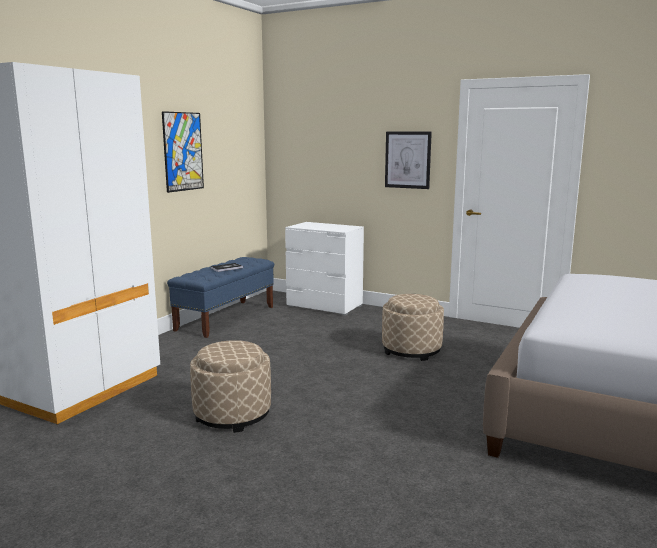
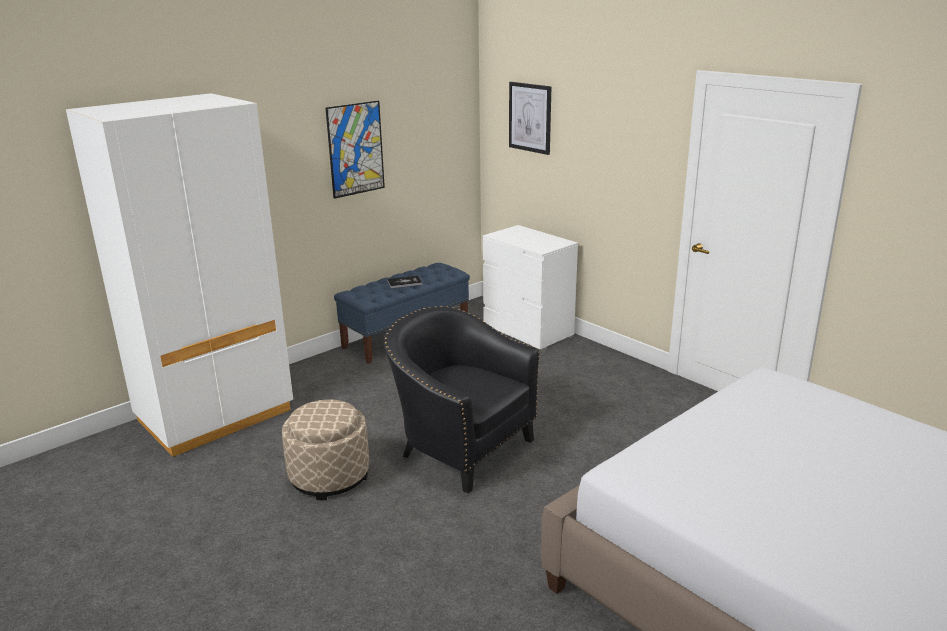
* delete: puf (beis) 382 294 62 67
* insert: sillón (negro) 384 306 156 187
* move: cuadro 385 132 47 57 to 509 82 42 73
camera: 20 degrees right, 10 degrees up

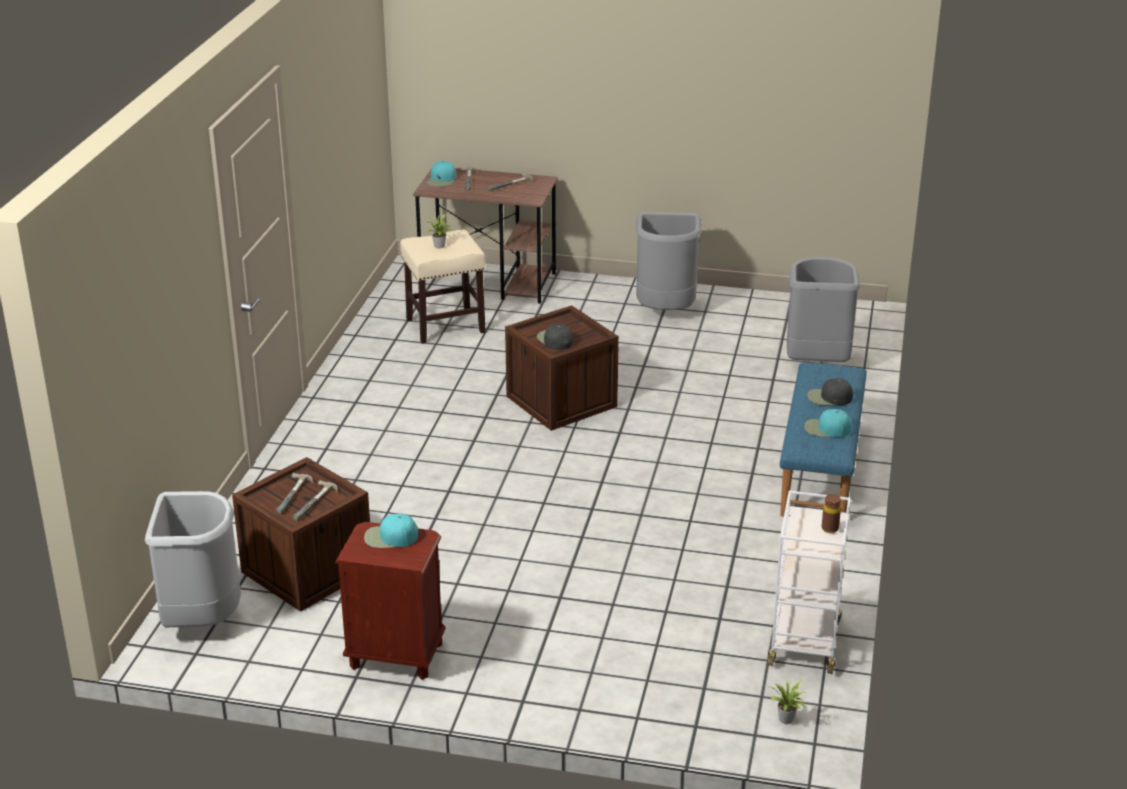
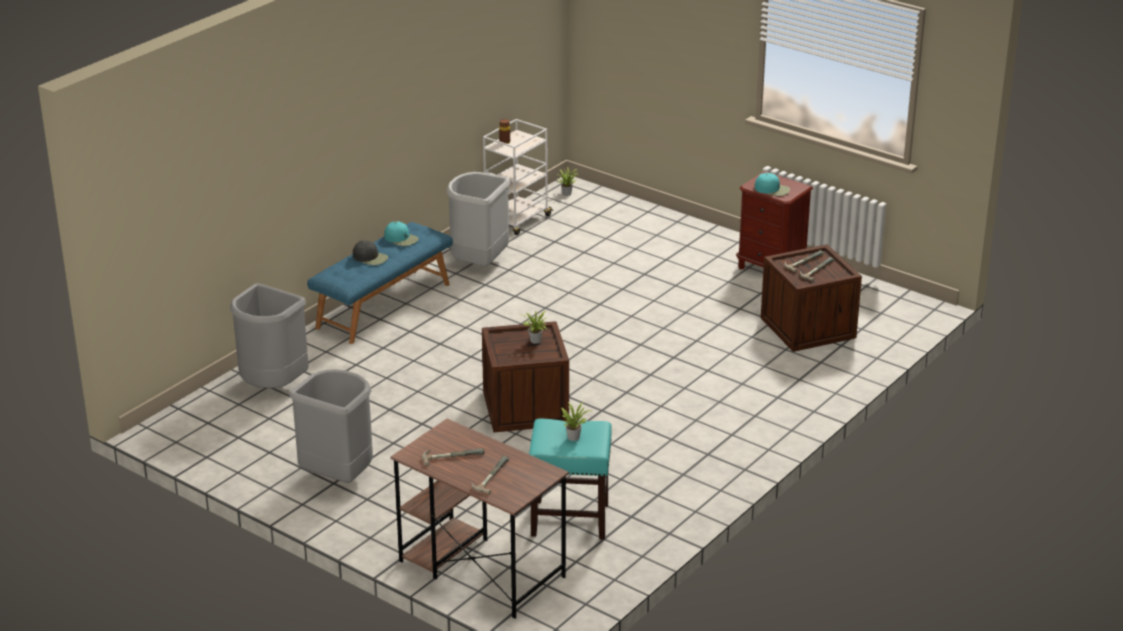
* delete: gorra (turquesa) 426 161 30 25
* move: papelera (gris) 145 491 96 136 to 447 172 63 94
* replace: gorra (negro) 537 323 36 27 to planta en maceta 523 311 24 33
* recolor: taburete (beis) 400 229 86 115 to taburete (turquesa) 529 419 83 121
camera: 155 degrees left, 0 degrees up

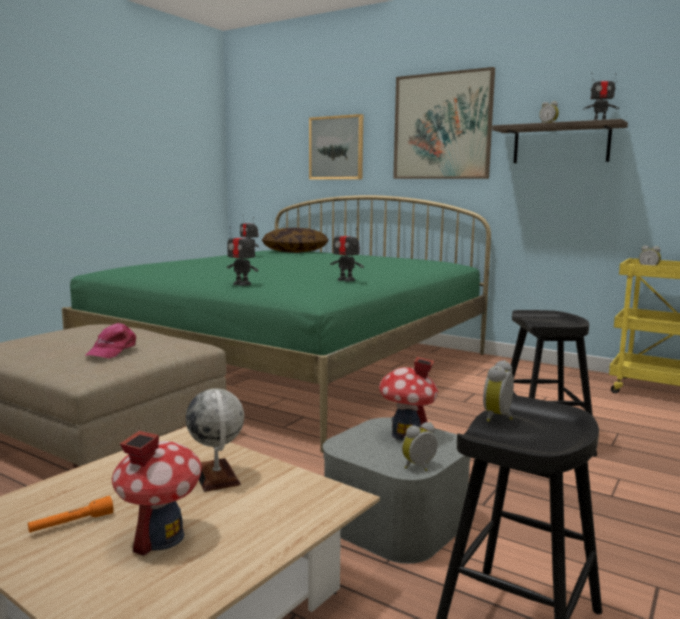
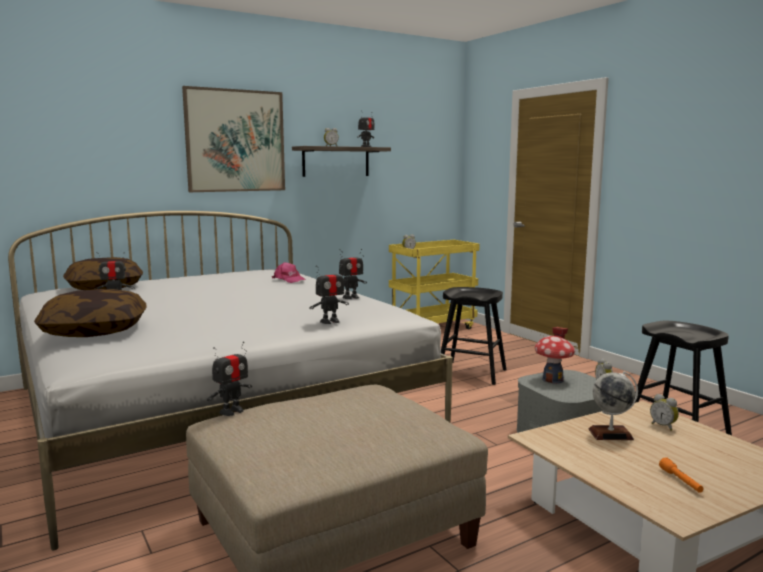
* delete: casita 112 431 90 125
* delete: cuadro 309 114 54 66
* insert: cojín 34 289 113 48
* insert: robot de juguete 207 342 45 74
* move: gorra (rosa) 85 323 51 35 to 272 262 35 21
* move: despertador 483 360 31 62 to 650 394 29 37
* recolor: cama (verde) 62 195 429 258 to cama (blanco) 8 211 445 339
camera: 65 degrees left, 0 degrees up

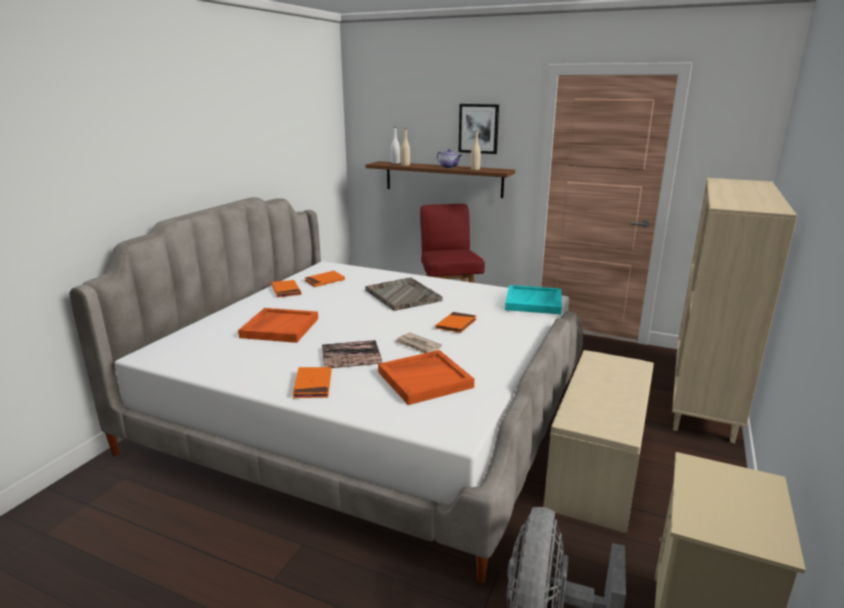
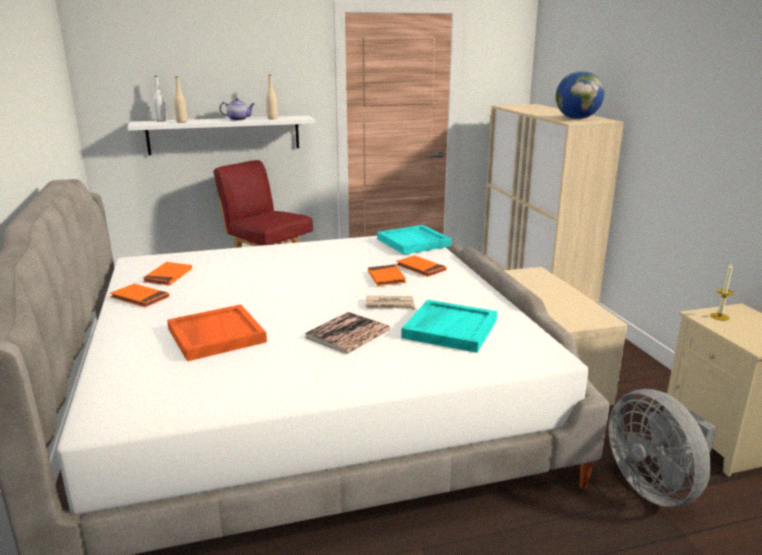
* delete: bandeja (gris) 365 277 78 34
* delete: cuadro 458 104 41 50
* insert: globo terráqueo 556 71 48 48
* insert: vela 710 264 24 57
* move: libro (naranja) 293 367 39 31 to 396 256 51 21
* recolor: estante (marrón) 366 161 149 37 to estante (blanco) 127 115 188 40
* recolor: bandeja (naranja) 378 350 96 55 to bandeja (turquesa) 401 300 96 53
camera: 40 degrees left, 0 degrees up

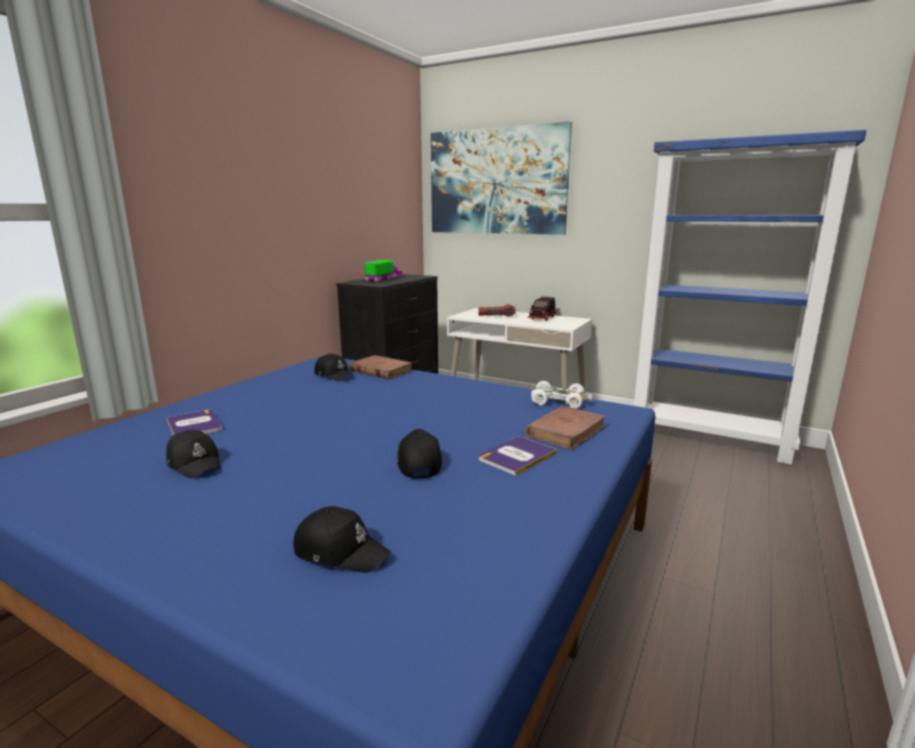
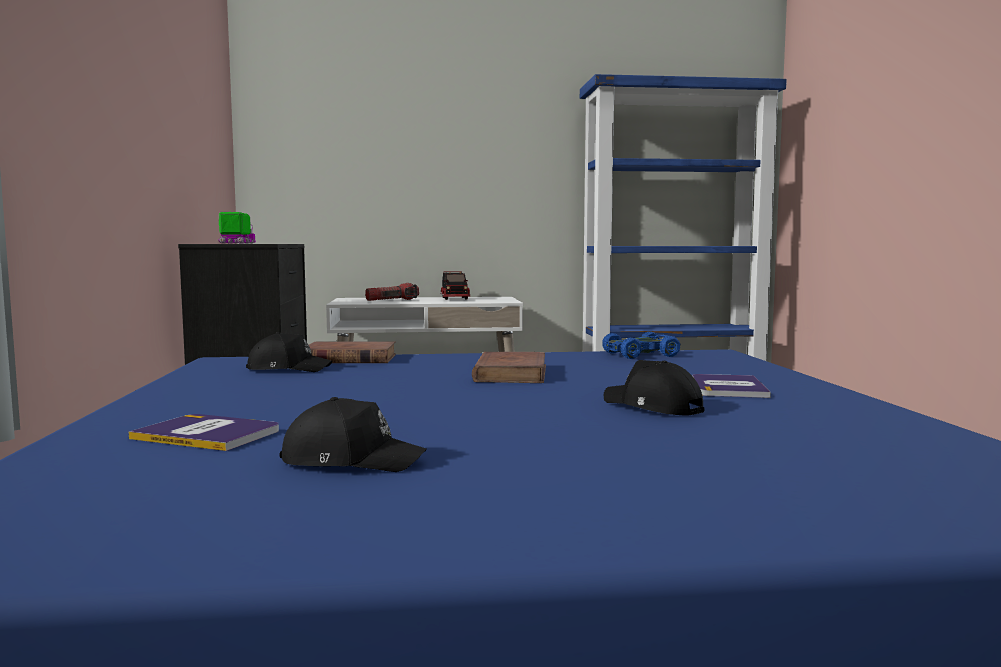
* delete: gorra (negro) 293 506 98 67
* delete: cuadro 431 121 141 114
* move: libro (marrón) 525 406 81 44 to 472 352 74 31
* recolor: coche de juguete (blanco) 531 381 61 28 to coche de juguete (azul) 602 331 78 28
camera: 35 degrees left, 10 degrees down

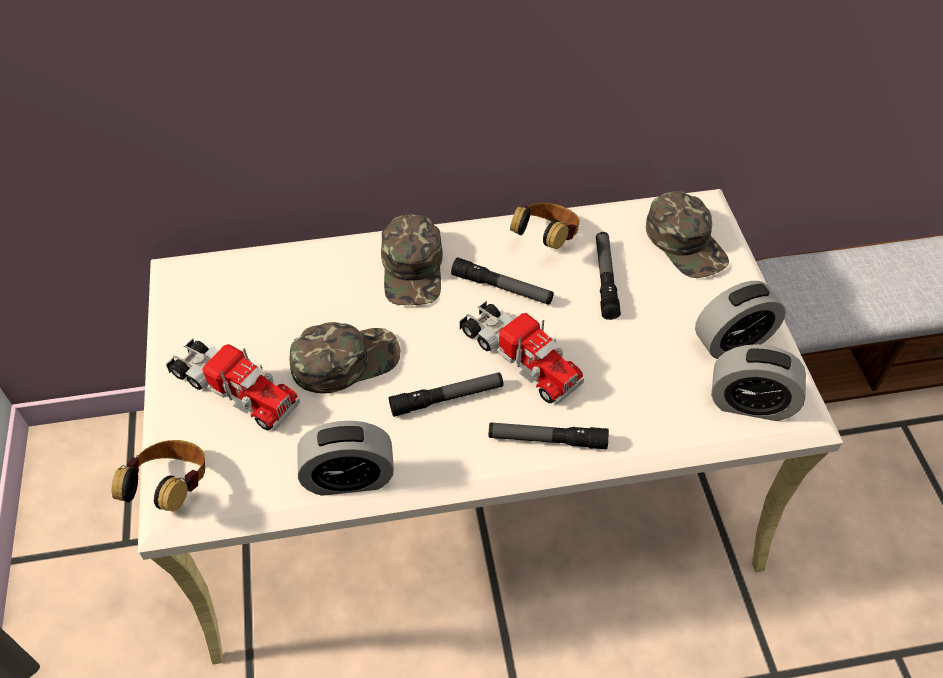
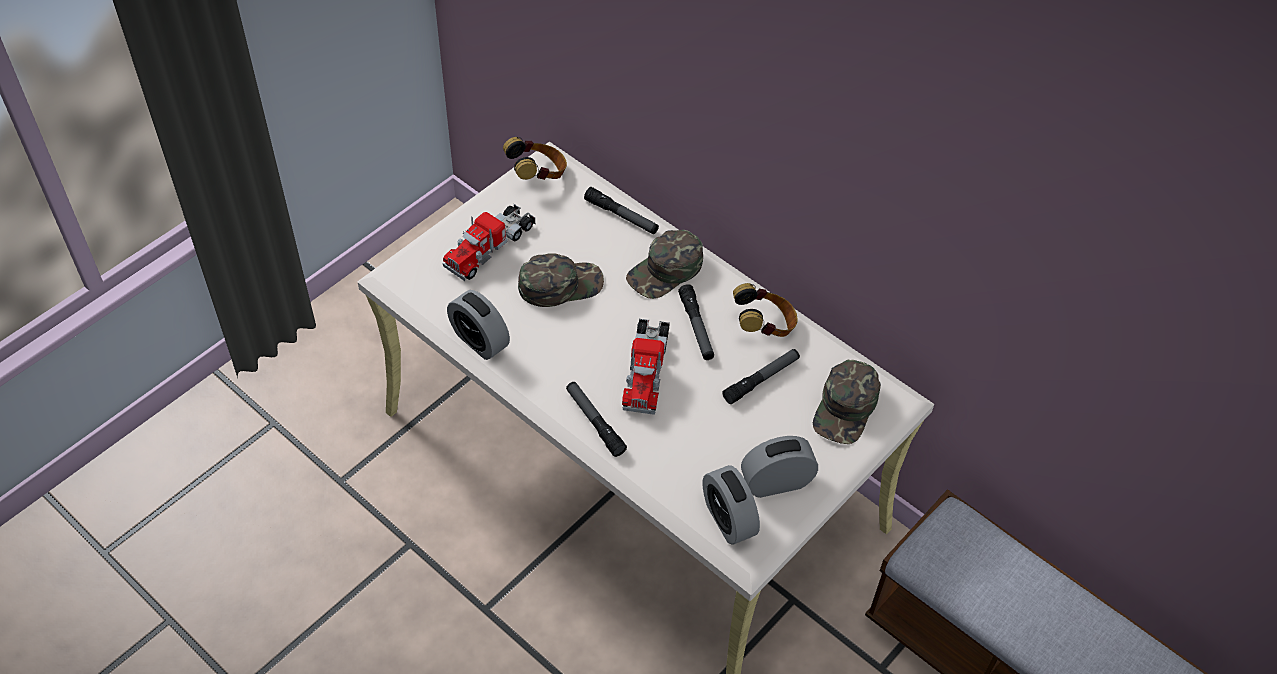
* move: auriculares 112 440 93 72 to 503 137 64 43
* move: linterna 389 372 114 45 to 584 187 75 47
* rotate: camión de juguete 165 338 135 93 = 442 204 93 77 45 degrees clockwise
* rotate: gorra (verde) 289 322 111 71 = 518 253 86 54 45 degrees counterclockwise
* rotate: despertador 695 281 91 78 = 741 436 77 62 135 degrees clockwise
camera: 50 degrees right, 0 degrees up

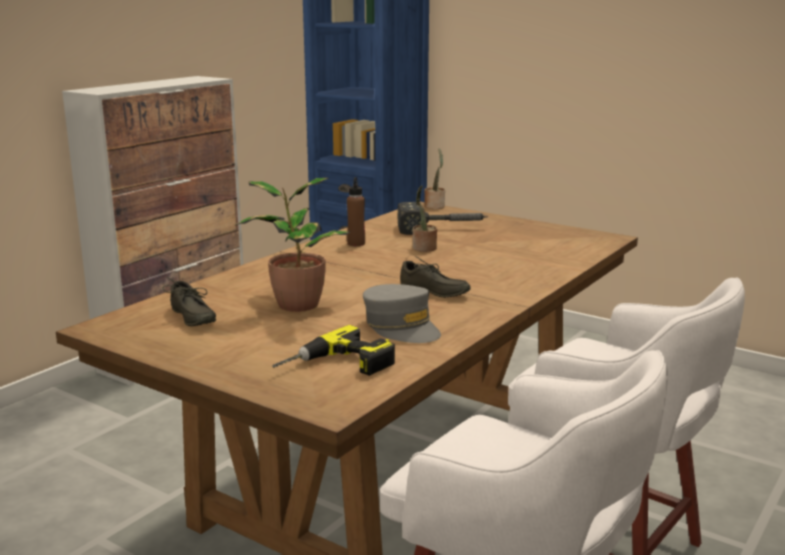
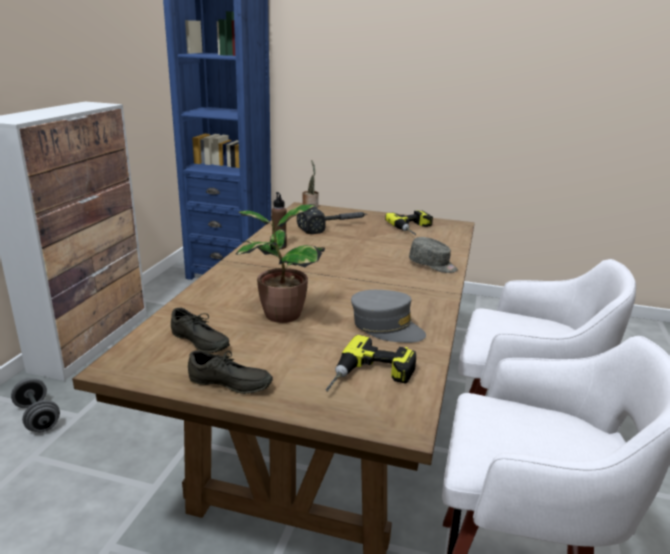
* delete: planta en maceta 413 185 24 67
* insert: mancuerna (gris) 11 378 49 54
* insert: taladro 385 210 48 25
* insert: gorra (gris) 409 237 49 36
* move: zapato (gris) 400 256 71 42 to 188 350 85 44
camera: 20 degrees left, 5 degrees up

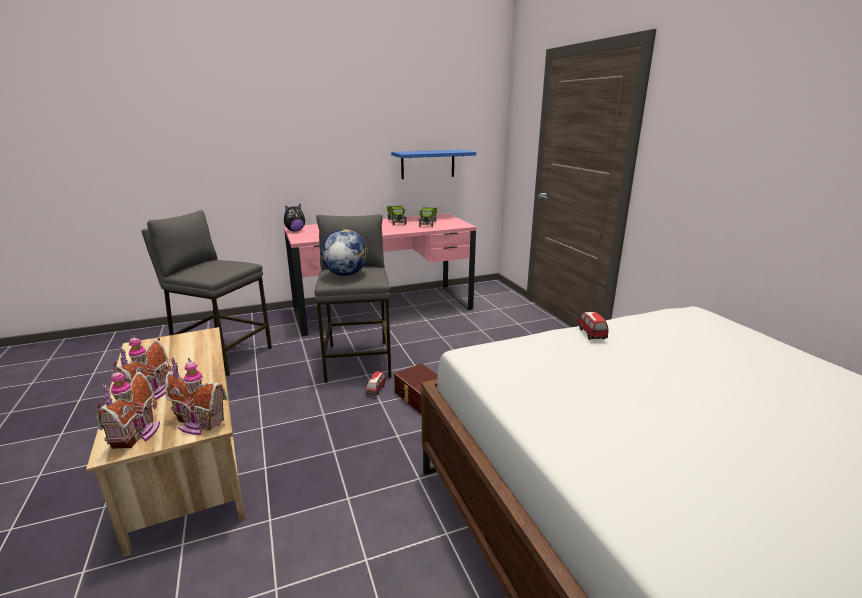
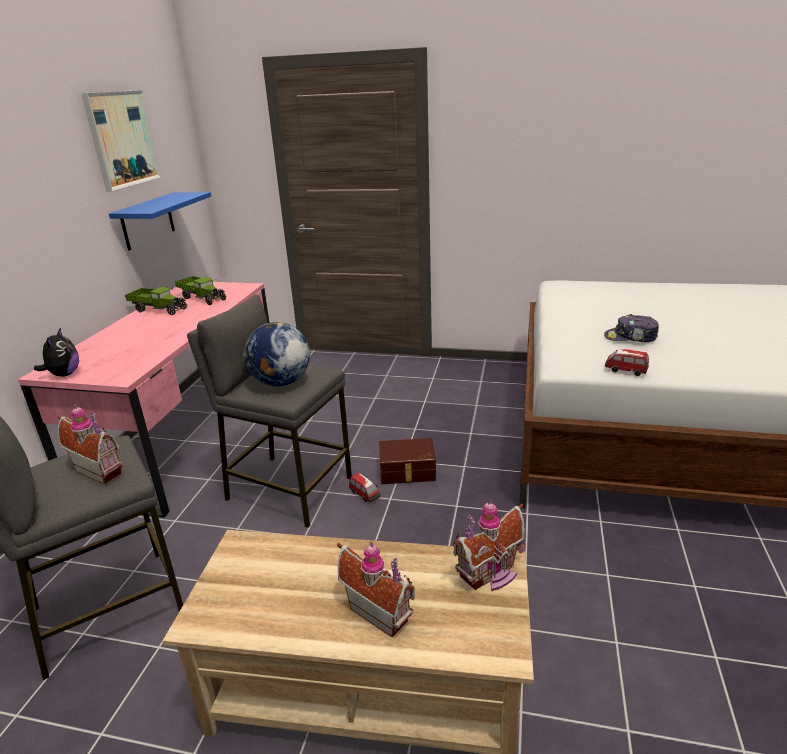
* insert: cuadro 81 90 80 101
* insert: gorra 604 314 55 28
* move: casita 96 368 64 81 to 58 403 65 82
* move: coche de juguete 577 312 32 28 to 605 349 44 27
camera: 55 degrees left, 5 degrees up

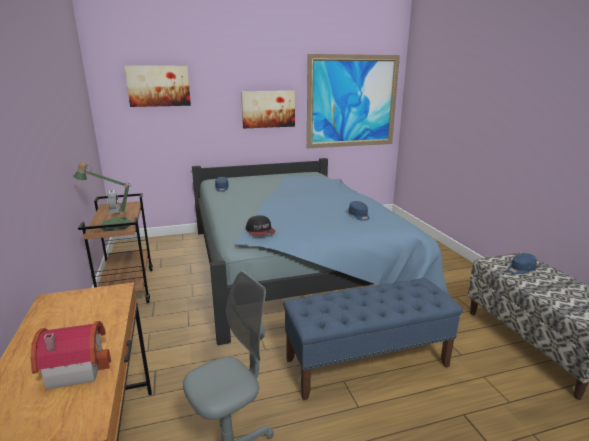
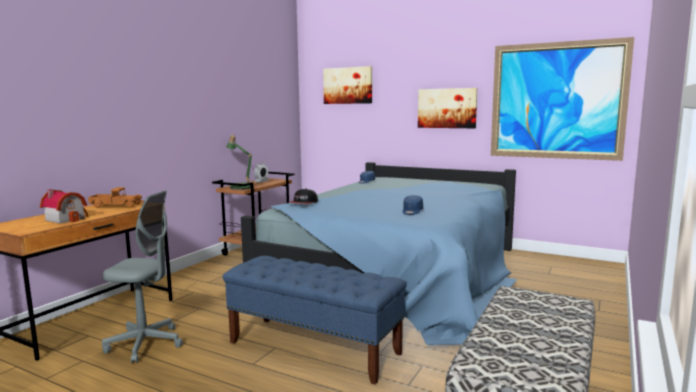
* delete: gorra (azul) 507 253 30 21
* insert: camión de juguete 88 187 55 21
camera: 45 degrees right, 10 degrees down

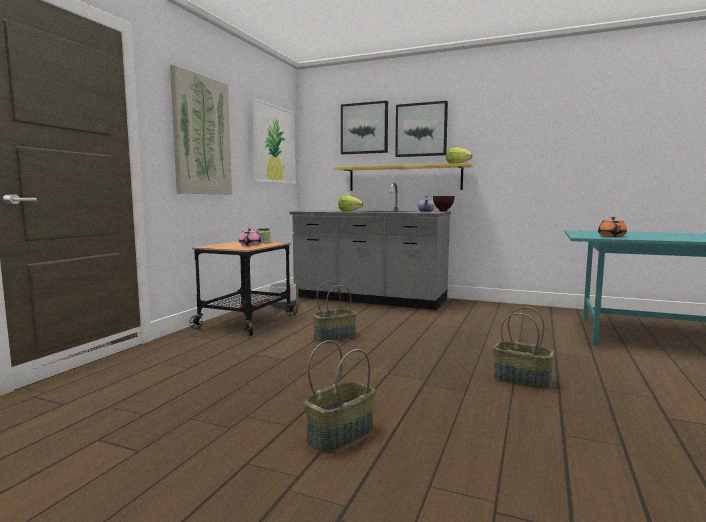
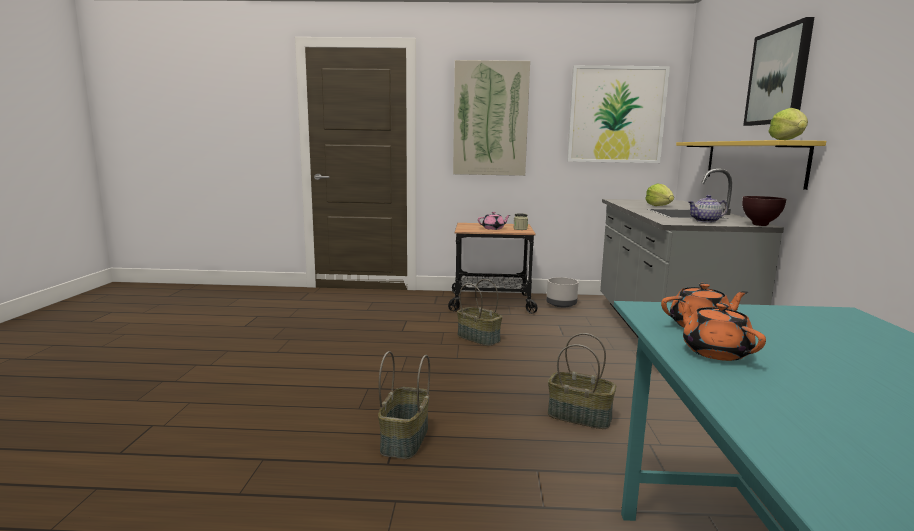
* delete: cuadro 341 101 47 53
* insert: tetera (naranja) 678 299 88 62
* move: cesta 304 340 71 113 to 548 333 69 96
camera: 70 degrees right, 5 degrees up

